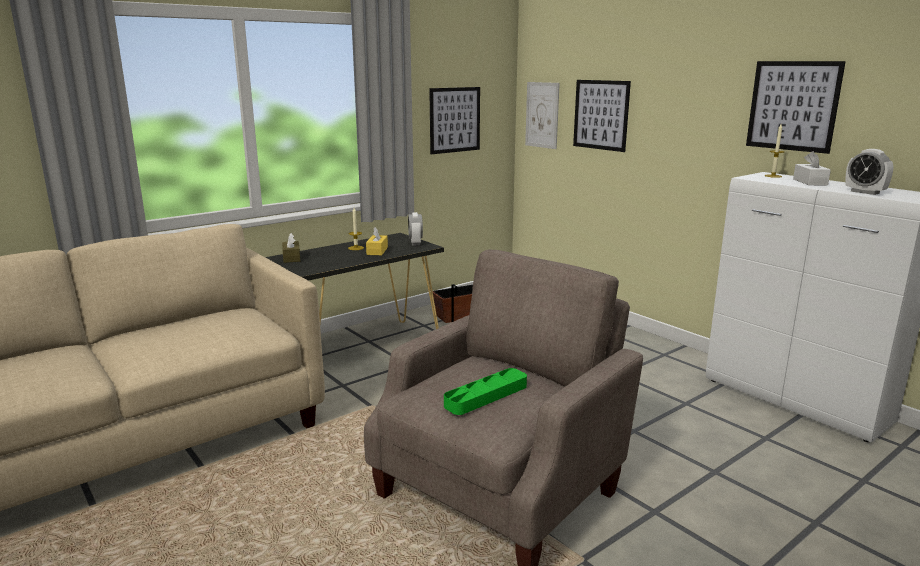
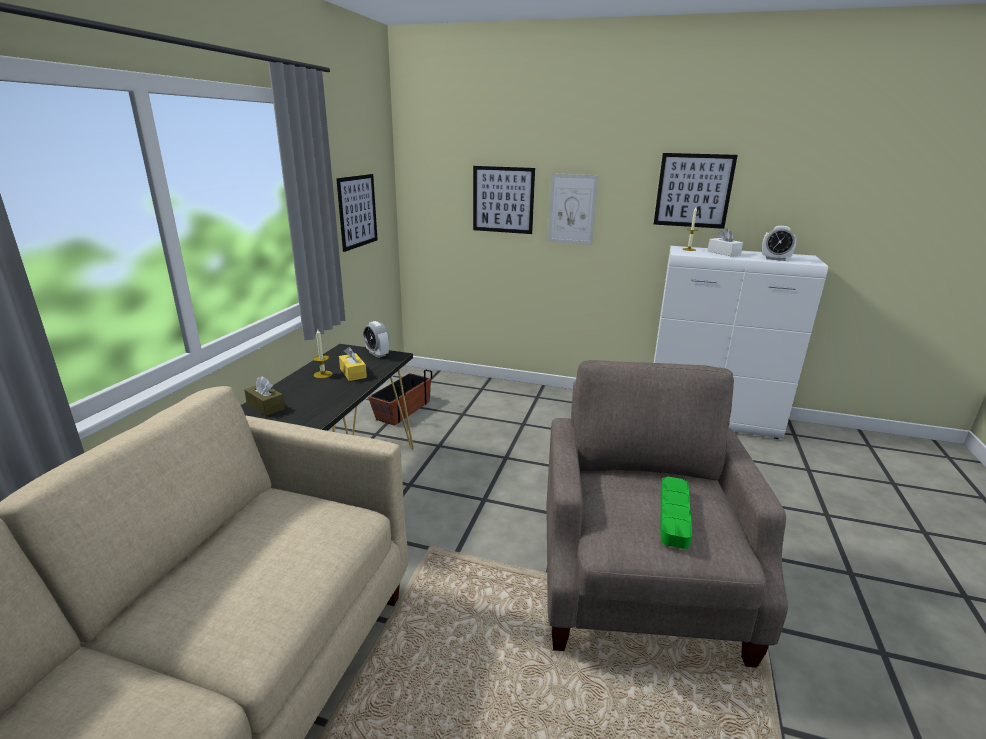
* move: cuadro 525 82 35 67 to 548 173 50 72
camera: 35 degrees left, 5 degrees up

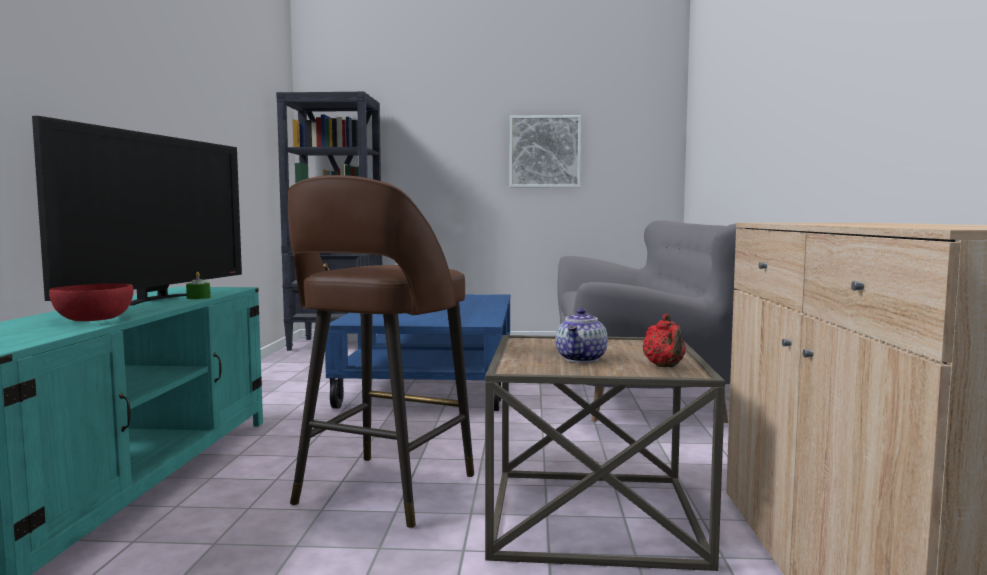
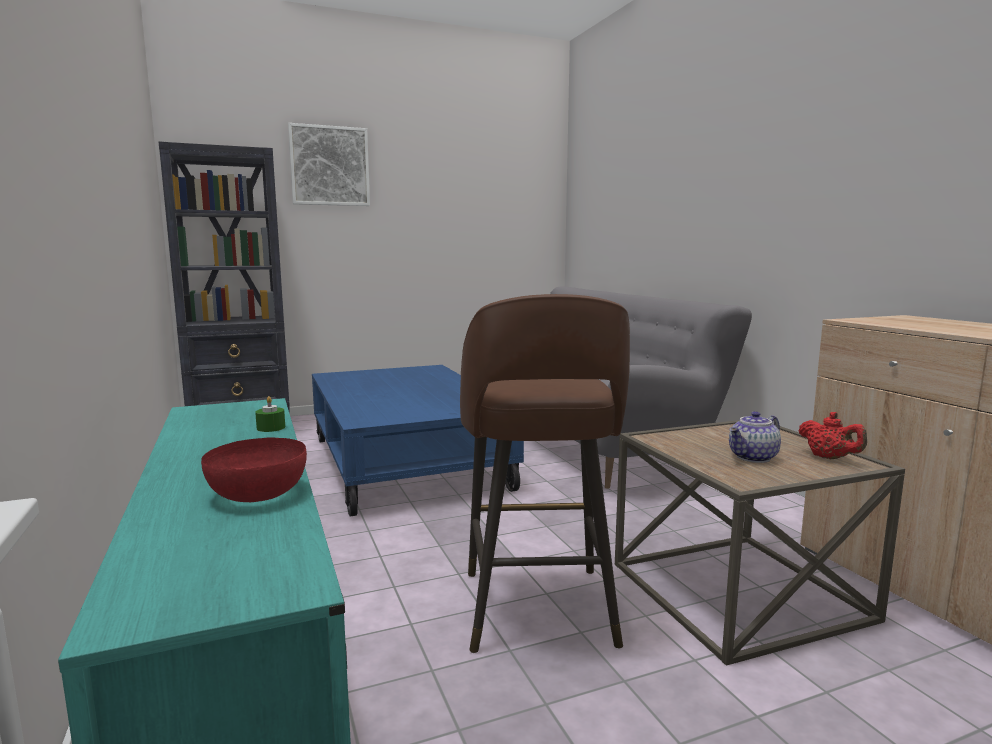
* delete: televisor 32 116 210 190
* move: cuadro 510 115 71 72 to 288 123 82 83
* rotate: tetera 555 308 53 55 = 729 411 52 52 60 degrees clockwise
camera: 25 degrees left, 5 degrees up

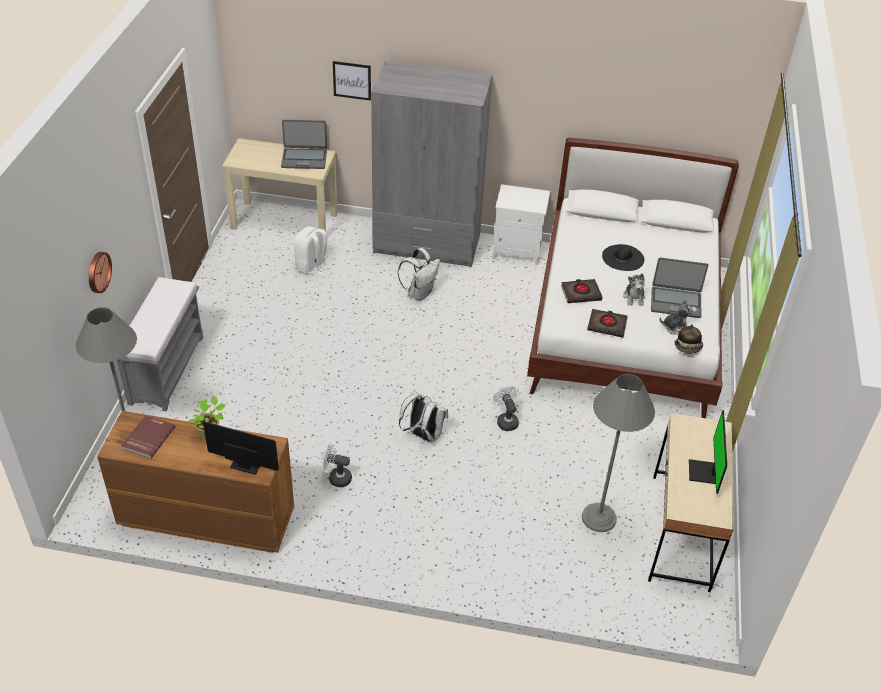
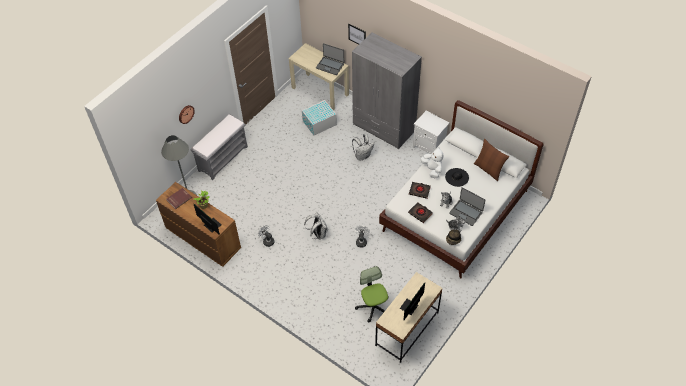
* insert: peluche (blanco) 421 147 22 31
* insert: cojín (marrón) 474 139 35 42
* replace: mochila (blanco) 294 226 38 50 to caja de almacenaje (blanco) 302 100 35 35
* replace: lámpara de pie (gris) 582 374 73 158 to silla de oficina 355 266 34 56
camera: 30 degrees right, 10 degrees up

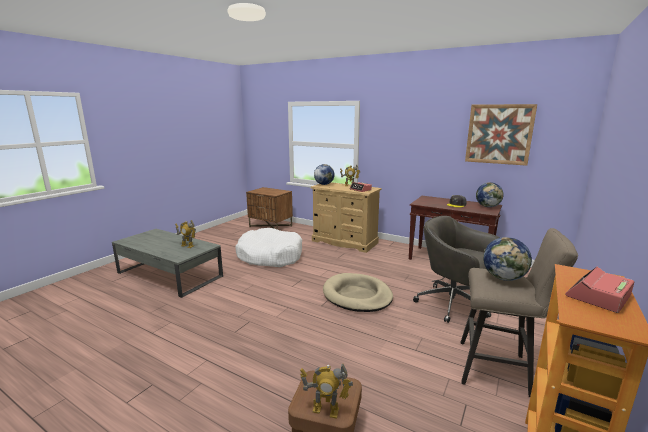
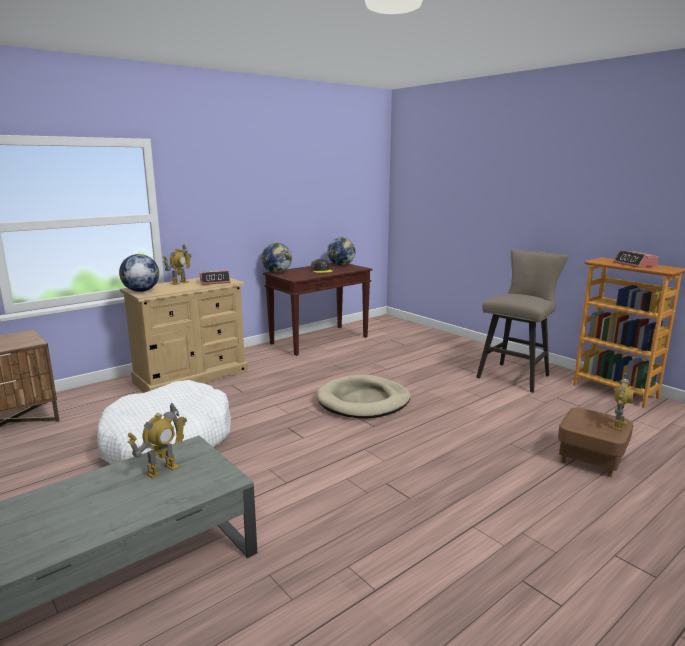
* delete: silla de oficina (gris) 413 216 86 107
* delete: cuadro 465 104 72 62
* move: globo terráqueo 483 237 49 44 to 261 243 31 30
camera: 70 degrees left, 0 degrees up

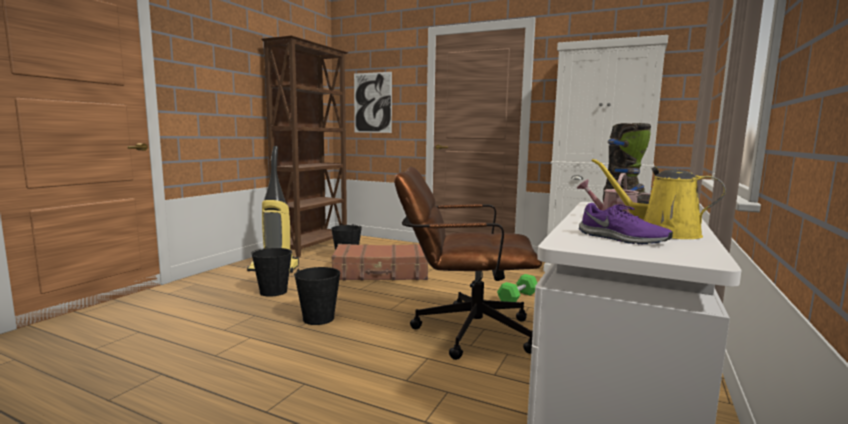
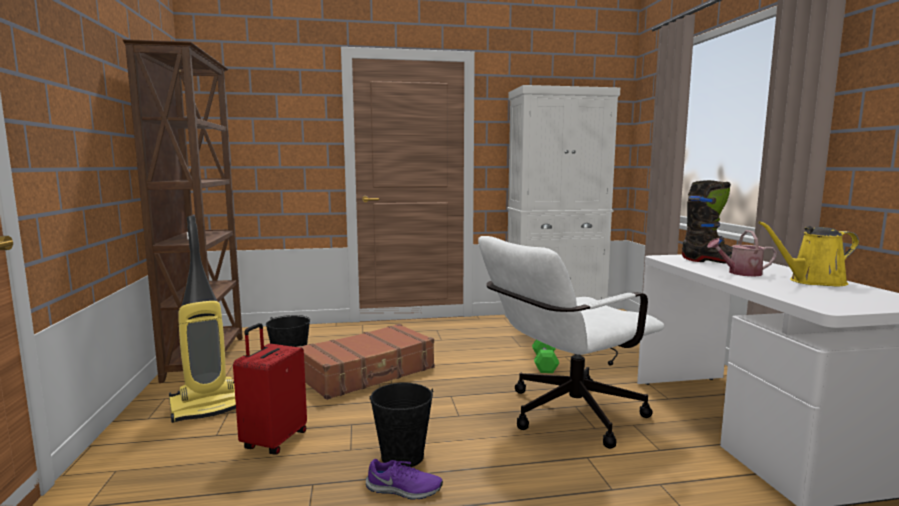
* delete: cuadro 354 72 38 61
* move: zapato (morado) 579 203 94 41 to 366 459 77 41
* replace: cubo (negro) 251 247 41 50 to maleta (rojo) 233 323 74 131
* recolor: silla de oficina (marrón) 394 167 148 193 to silla de oficina (blanco) 478 236 187 213
camera: 35 degrees left, 0 degrees up

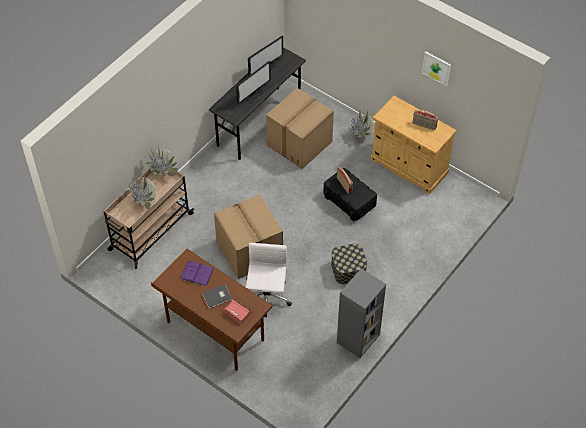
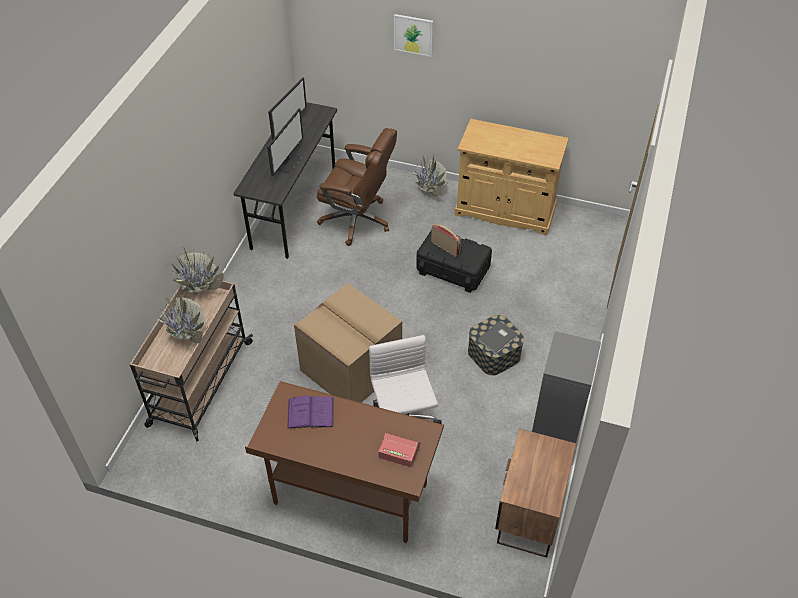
* delete: radio 413 110 25 20
* insert: mesita de noche 495 429 81 128
* move: libro (gris) 202 284 30 24 to 477 321 41 33
* move: cuadro 422 51 29 35 to 394 14 39 43
* replace: caja de cartón 266 88 68 81 to silla de oficina (marrón) 317 128 80 118
camera: 20 degrees left, 5 degrees down

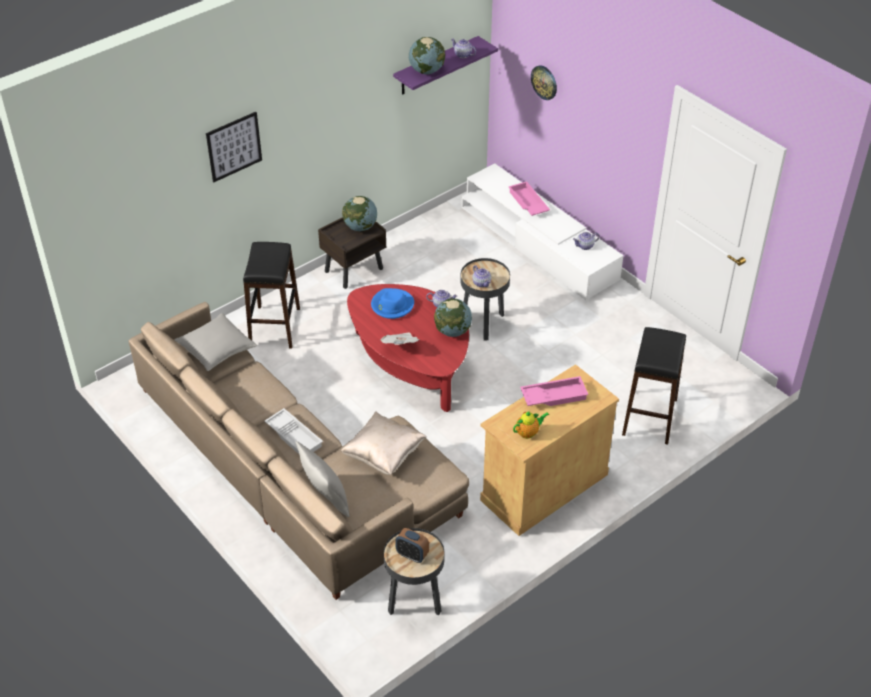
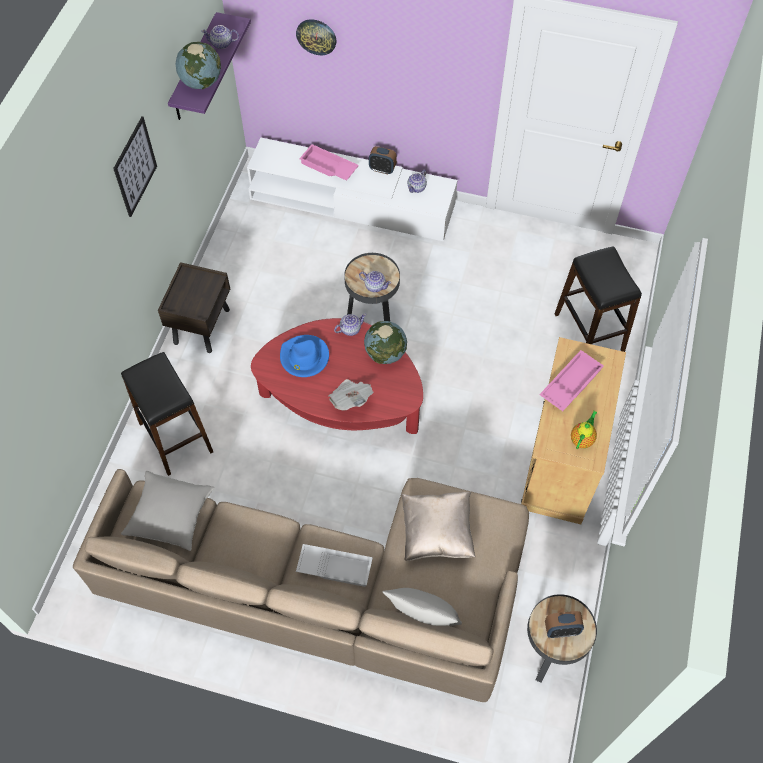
* delete: globo terráqueo 342 196 35 36
* insert: despertador 369 146 28 28
* move: cuadro 206 112 56 70 to 113 116 44 101
camera: 35 degrees left, 15 degrees up

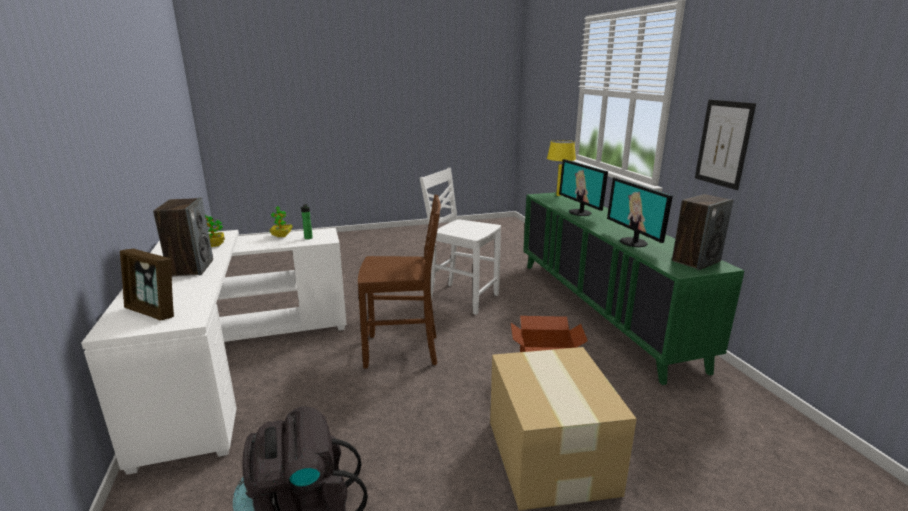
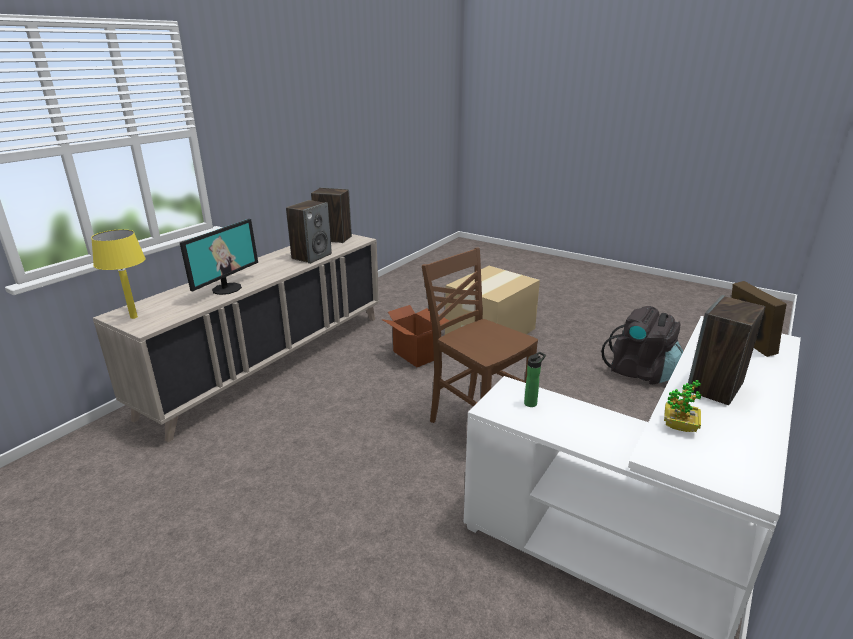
* delete: planta en maceta 270 206 23 31
* delete: silla (blanco) 420 168 81 147
* delete: cuadro 695 100 61 90
* replace: monitor 607 177 66 70 to altavoz 286 200 46 64
* recolor: armario (verde) 523 192 221 193 to armario (beis) 93 234 286 208
camera: 130 degrees left, 5 degrees up

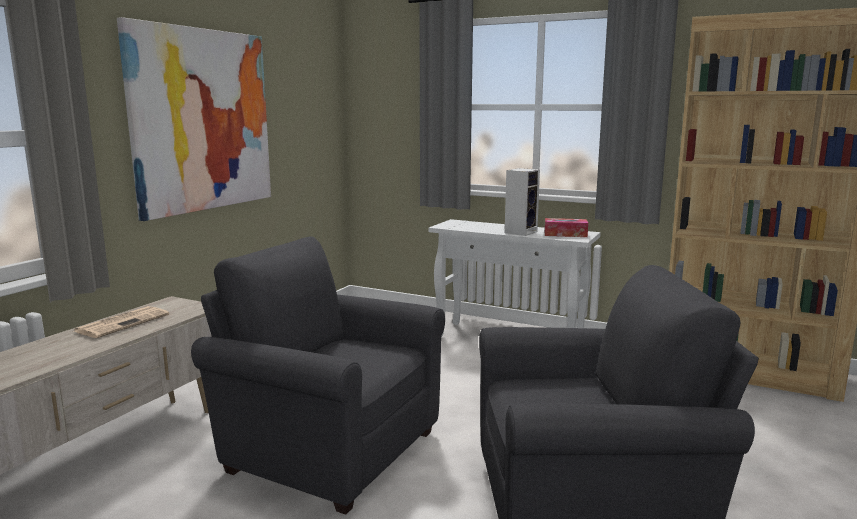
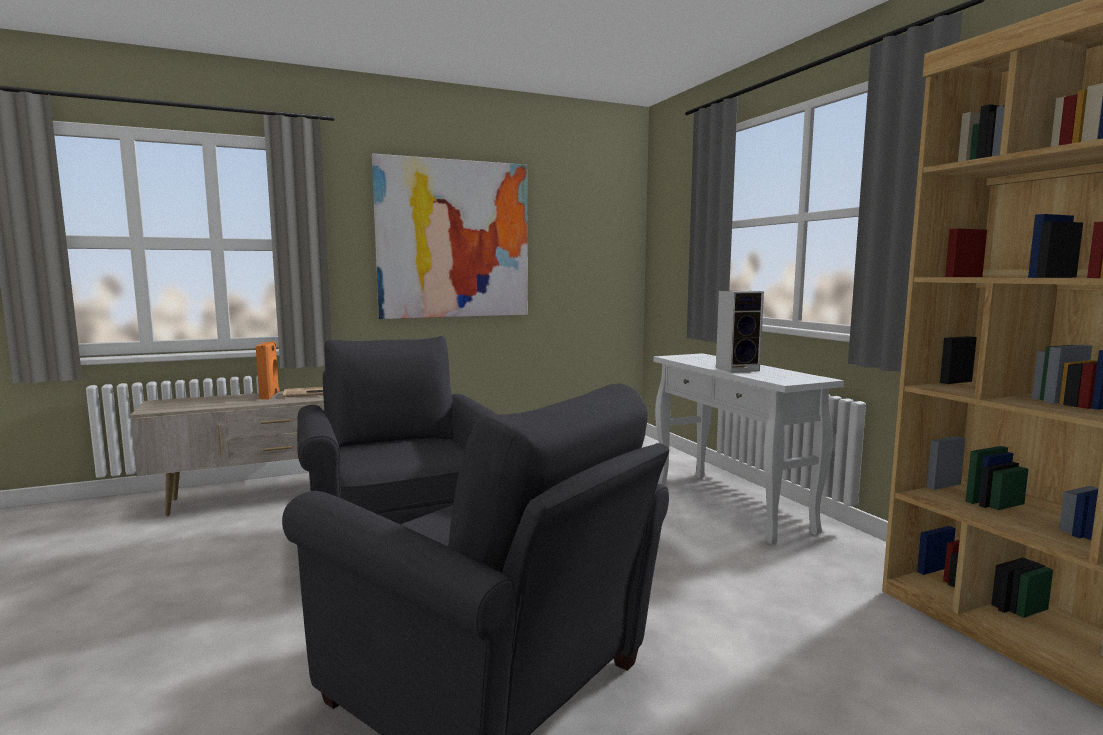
* delete: caja de pañuelos 545 218 43 19
* insert: altavoz (naranja) 256 341 23 59
camera: 40 degrees right, 5 degrees down

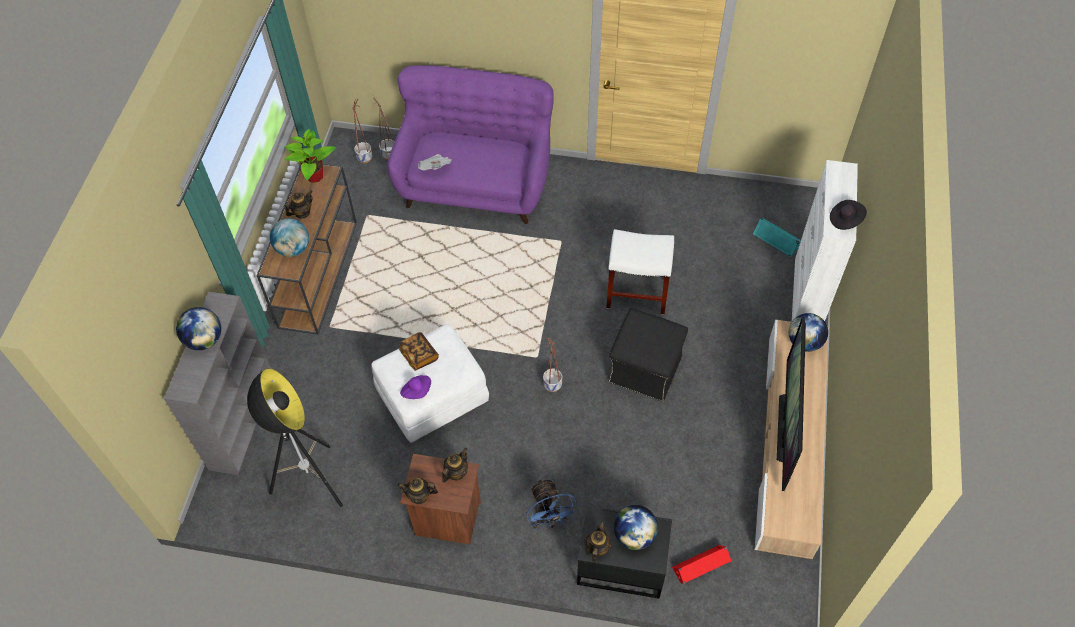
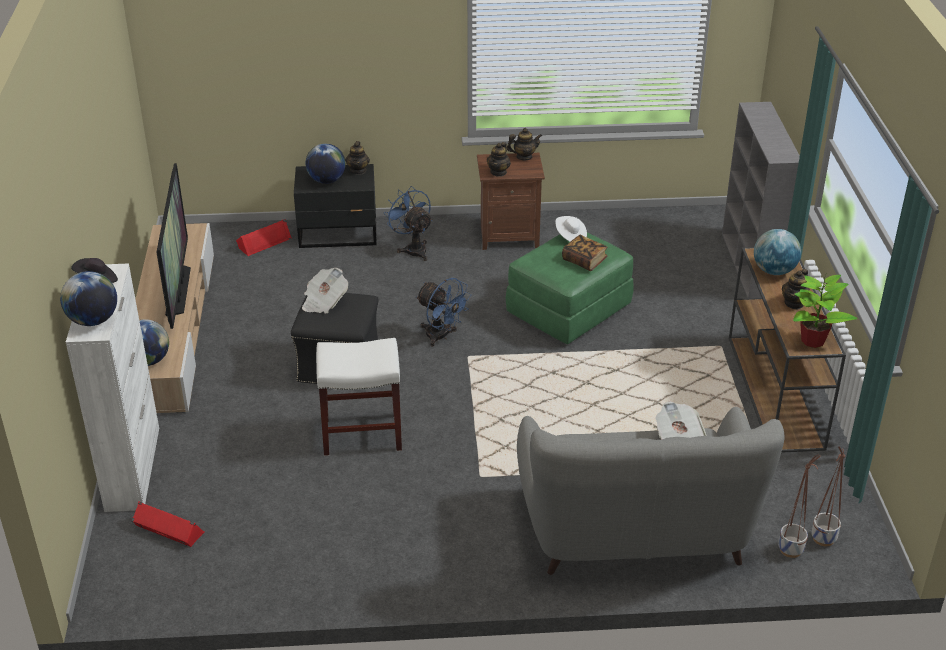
* delete: lámpara de pie 247 368 96 139
* insert: periódico 302 268 46 46
* move: globo terráqueo 176 307 45 43 to 60 271 57 55
* replace: maceta 543 338 20 54 to ventilador (azul) 416 278 55 69
* recolor: puf (blanco) 371 324 118 119 to puf (verde) 506 232 128 112
* recolor: sofá (morado) 387 65 167 159 to sofá (gris) 517 407 268 168
* recolor: sombrero (morado) 400 375 31 24 to sombrero (blanco) 555 216 32 26
* recolor: altavoz (turquesa) 753 218 48 39 to altavoz (rojo) 132 502 72 45
camera: 165 degrees right, 20 degrees down

